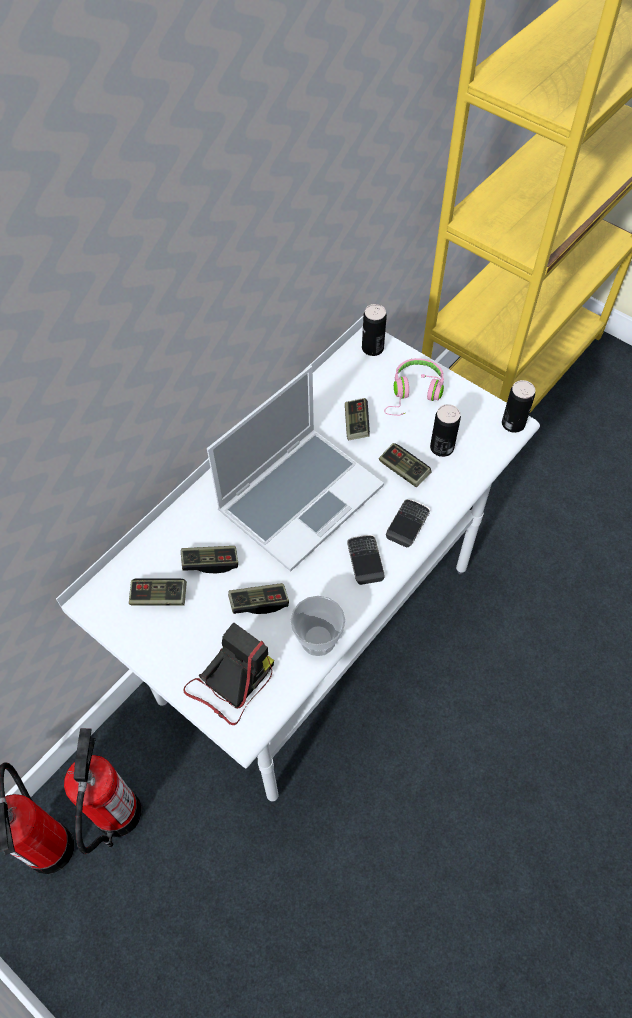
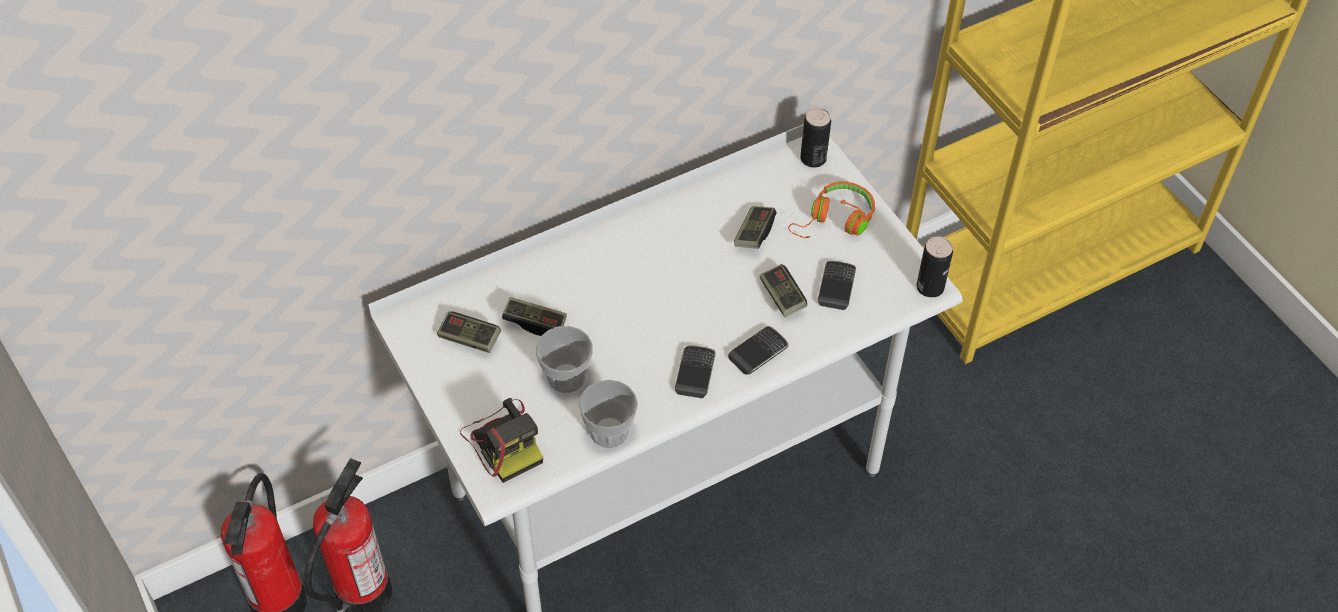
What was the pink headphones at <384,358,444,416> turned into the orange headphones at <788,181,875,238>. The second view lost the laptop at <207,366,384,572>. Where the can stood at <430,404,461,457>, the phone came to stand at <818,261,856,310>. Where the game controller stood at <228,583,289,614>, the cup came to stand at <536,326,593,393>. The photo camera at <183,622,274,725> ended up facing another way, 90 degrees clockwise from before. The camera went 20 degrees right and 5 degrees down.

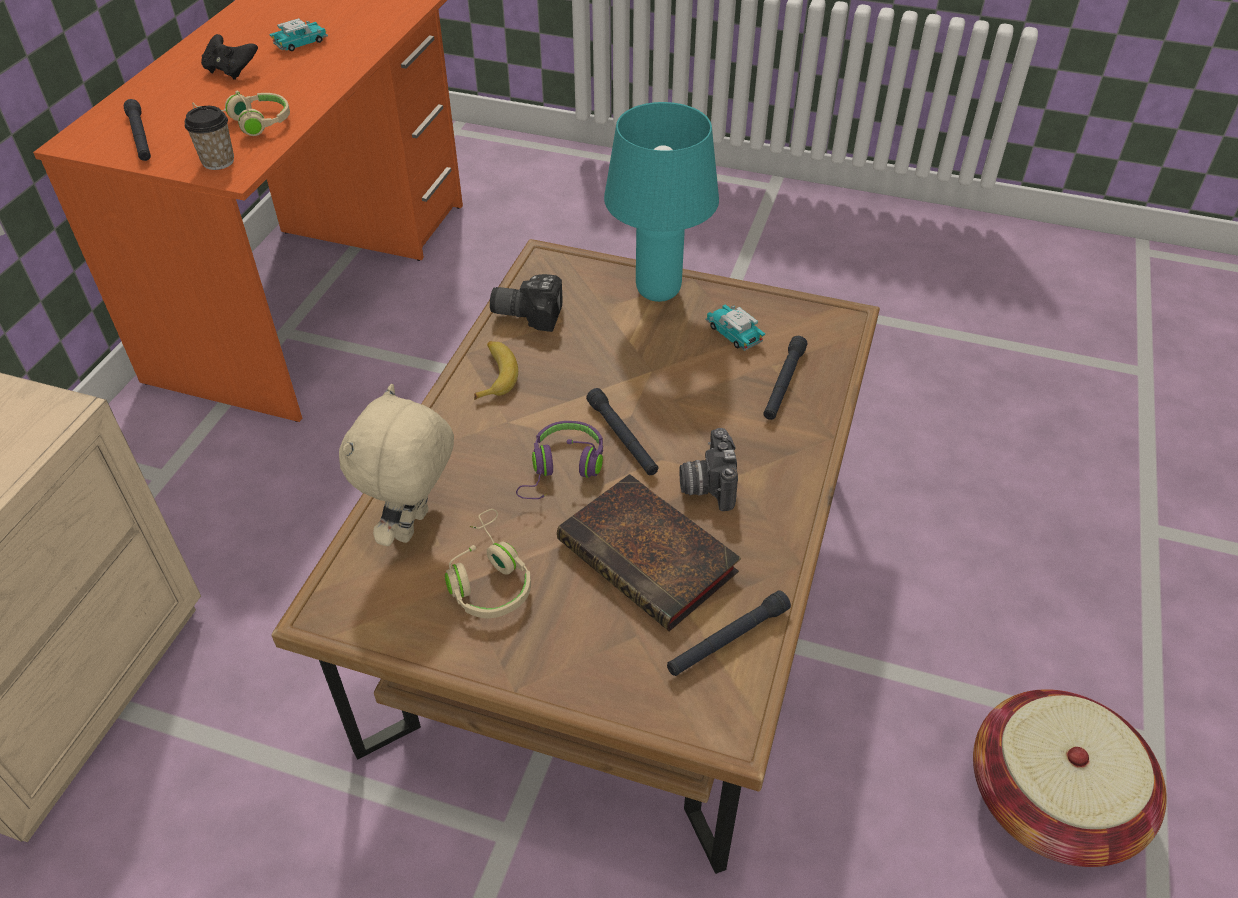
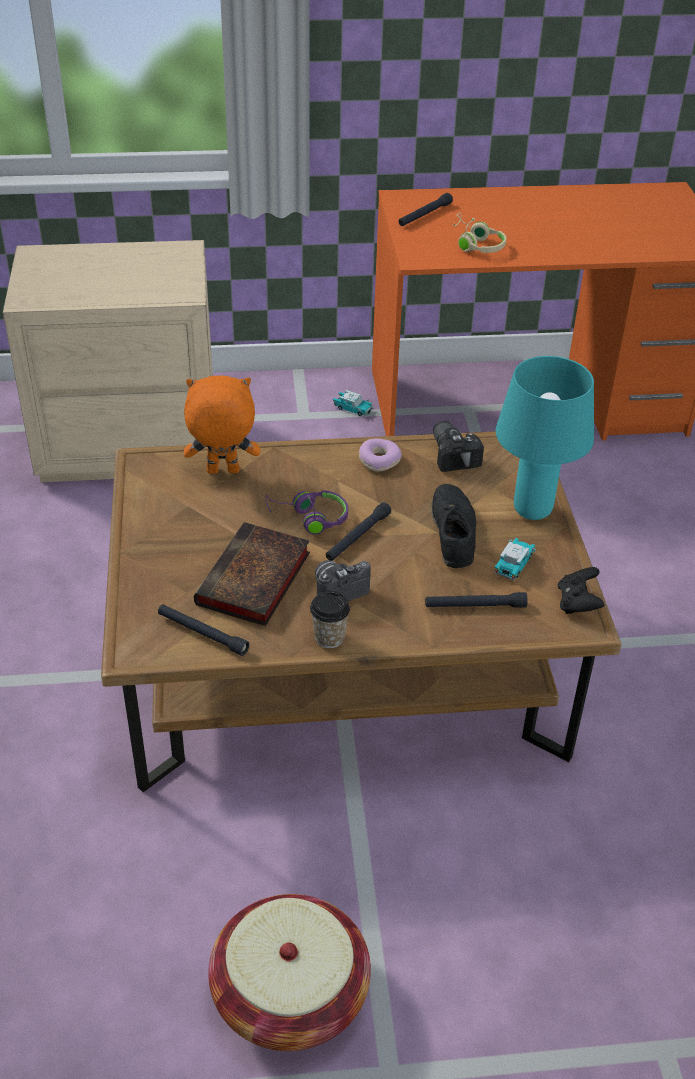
The toy car ended up elsewhere, having gone from <269,18,328,51> to <333,390,373,416>. The black game controller ended up elsewhere, having gone from <201,34,258,80> to <558,567,604,614>. The cup ended up elsewhere, having gone from <185,106,234,170> to <310,591,350,648>. Where the banana stood at <474,341,518,400>, the donut came to stand at <358,439,402,472>. What was the beige plush toy at <339,384,454,546> turned into the orange plush toy at <184,376,260,474>. The second view lost the beige headphones at <445,509,531,618>. The second view gained the black shoe at <431,484,477,568>. The camera went 65 degrees right and 5 degrees down.

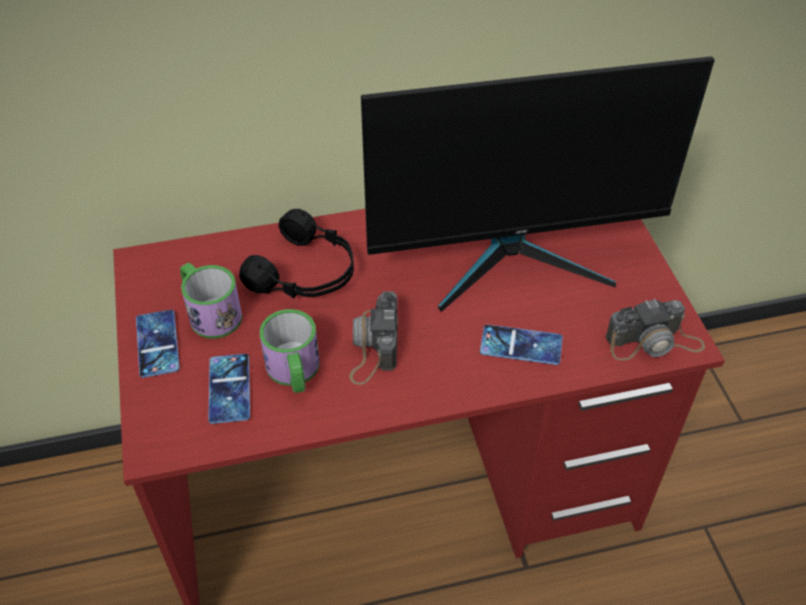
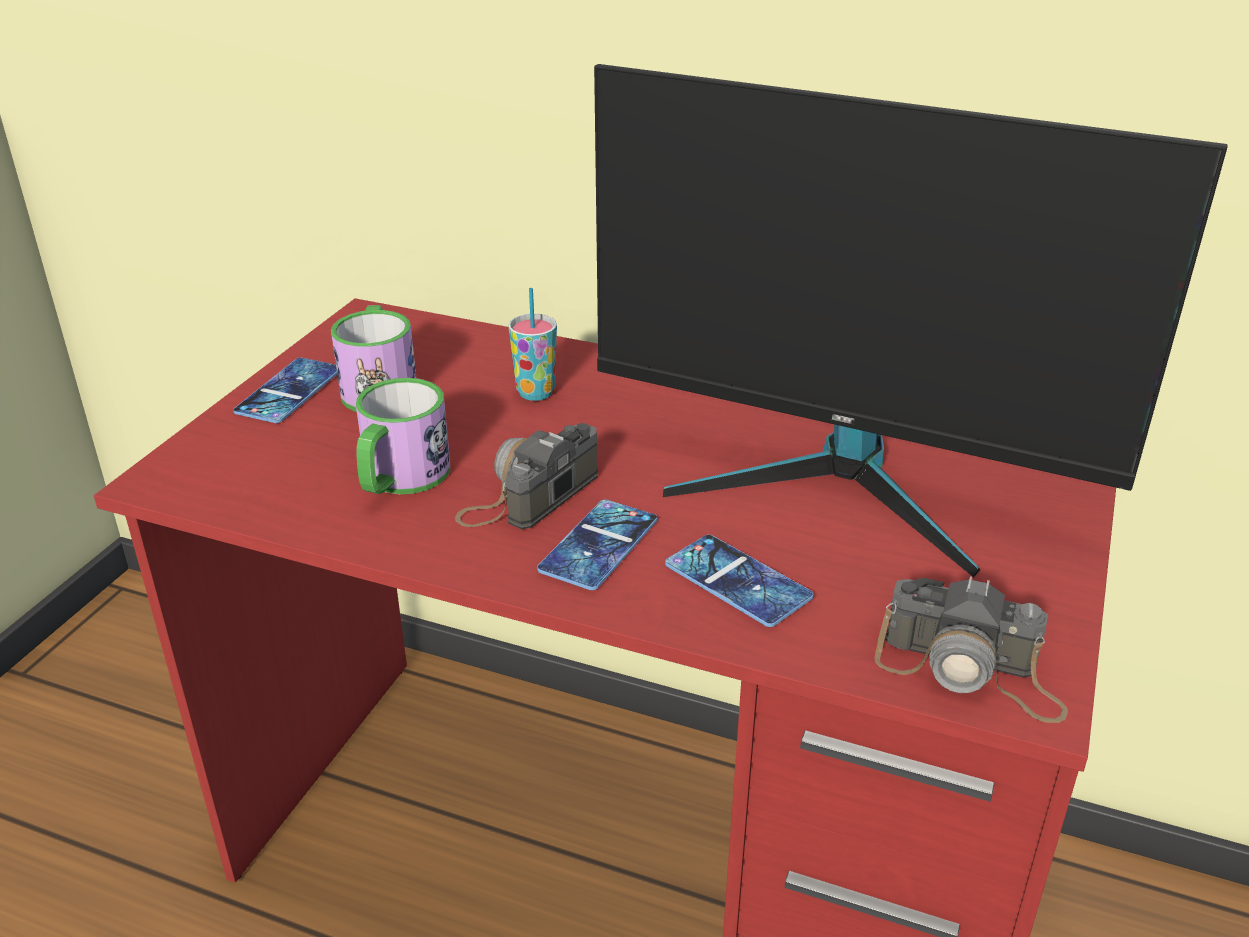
Where the black headphones stood at <239,209,354,299>, the cup came to stand at <508,288,557,401>. The phone ended up elsewhere, having gone from <208,354,250,424> to <537,500,657,590>. The camera went 35 degrees right and 15 degrees down.

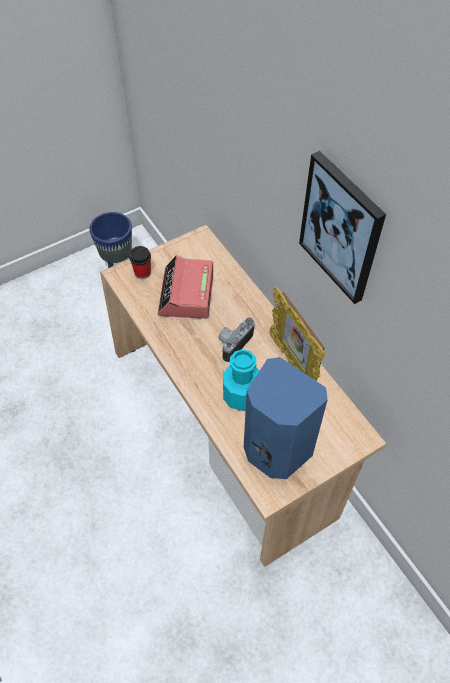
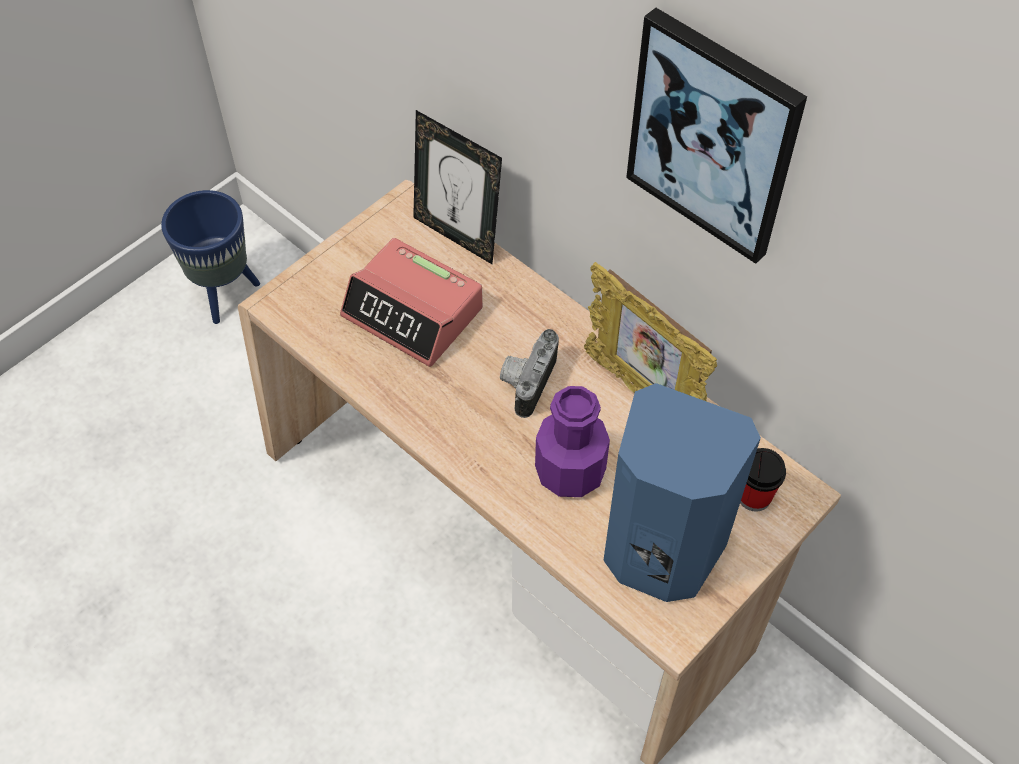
The cup ended up elsewhere, having gone from <129,246,151,279> to <740,448,786,512>. The alarm clock at <158,255,213,319> ended up facing another way, 45 degrees counterclockwise from before. What was the turquoise bottle at <223,349,259,411> turned into the purple bottle at <535,386,610,497>. The second view gained the picture frame at <413,110,502,264>. The camera went 15 degrees left and 0 degrees up.

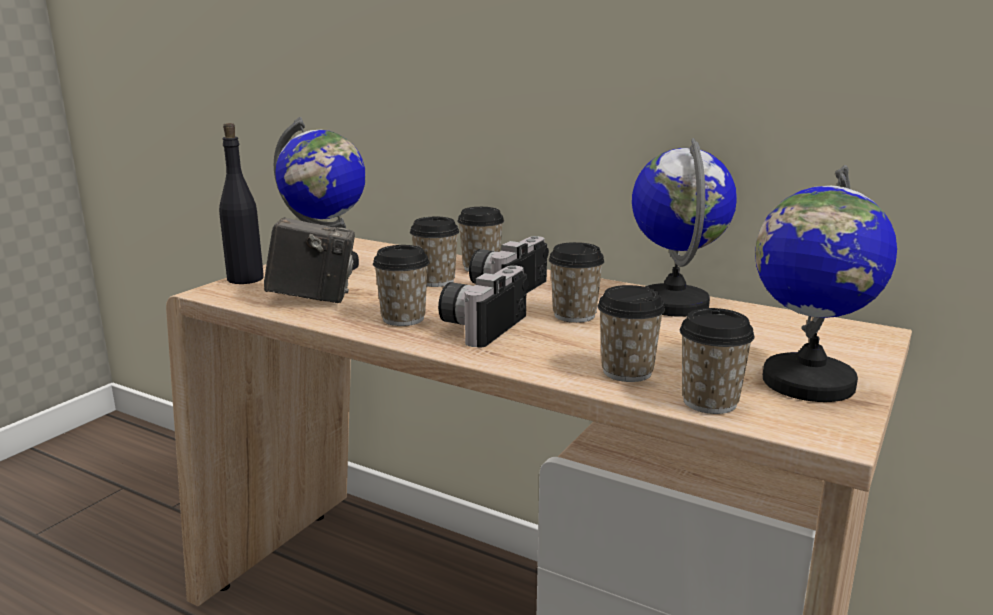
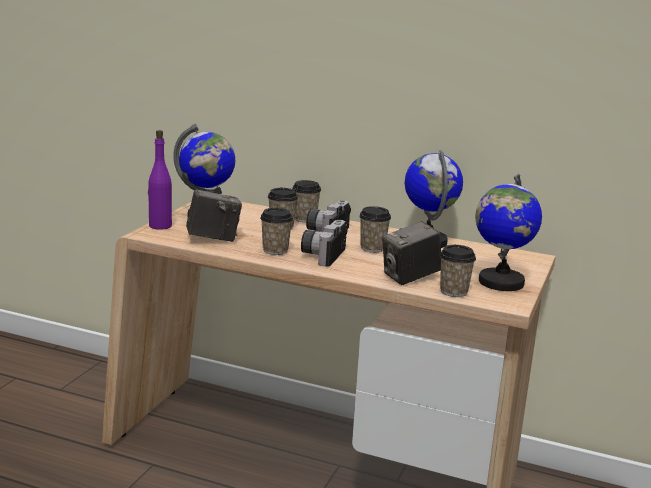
What was the black bottle at <219,123,264,284> turned into the purple bottle at <148,130,172,230>. Where the cup stood at <597,285,665,382>, the photo camera came to stand at <382,221,441,285>. The camera went 10 degrees left and 0 degrees up.

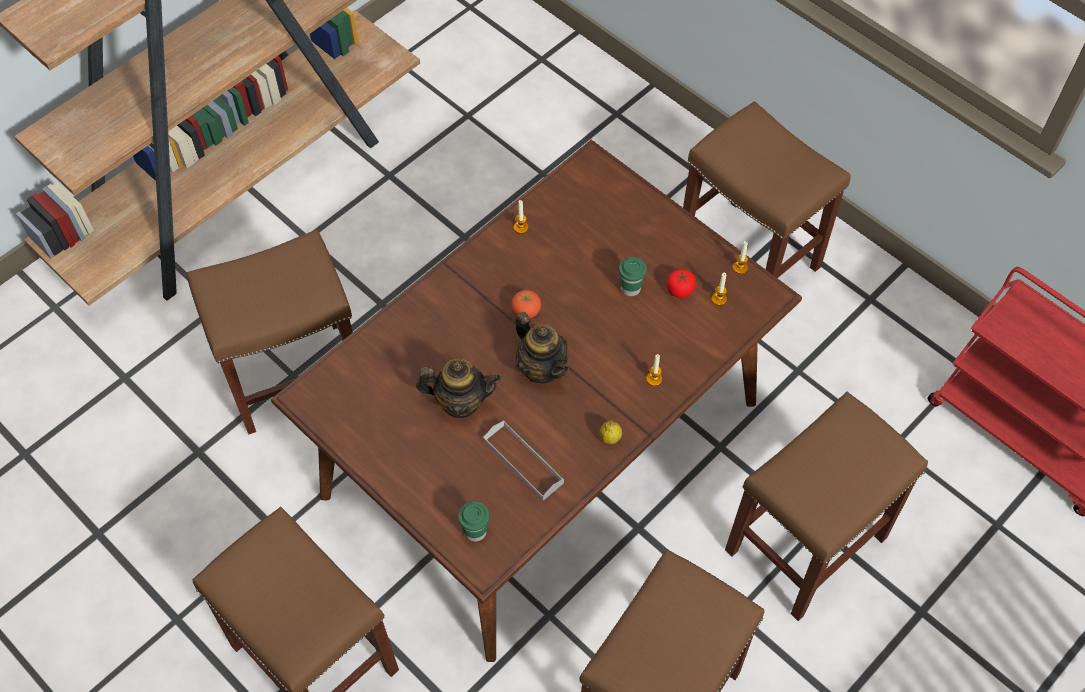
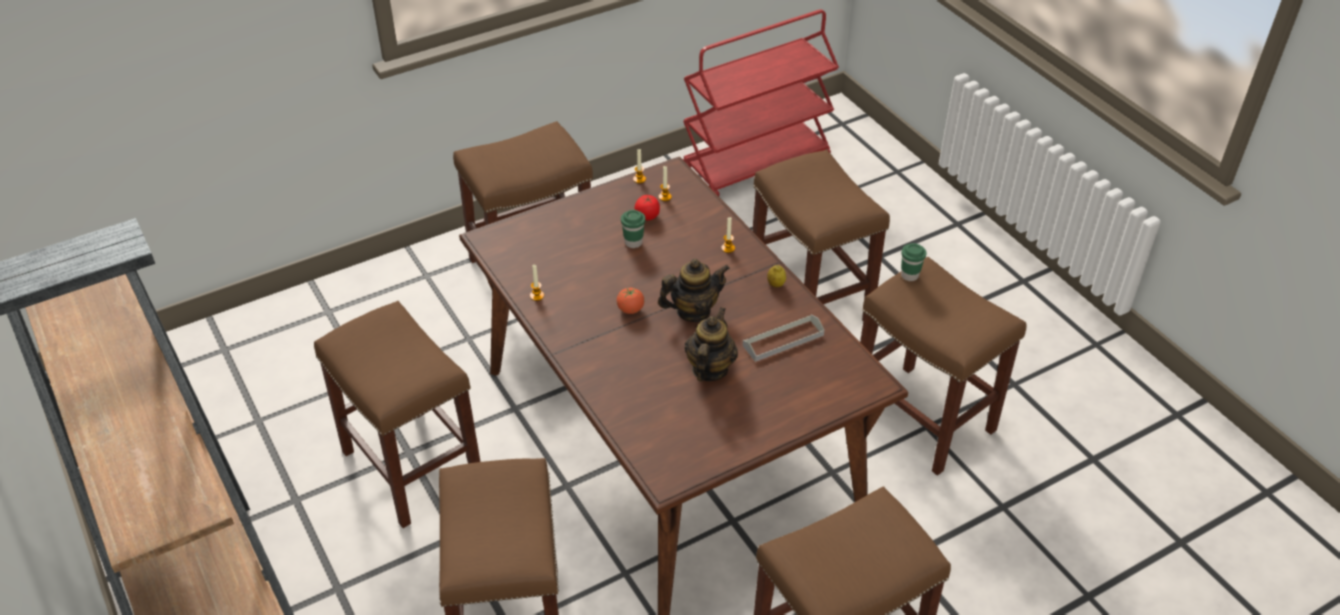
The green cup ended up elsewhere, having gone from <458,501,489,542> to <901,243,926,281>. The second view gained the brown stool at <314,301,481,528>. The camera went 75 degrees left and 15 degrees down.

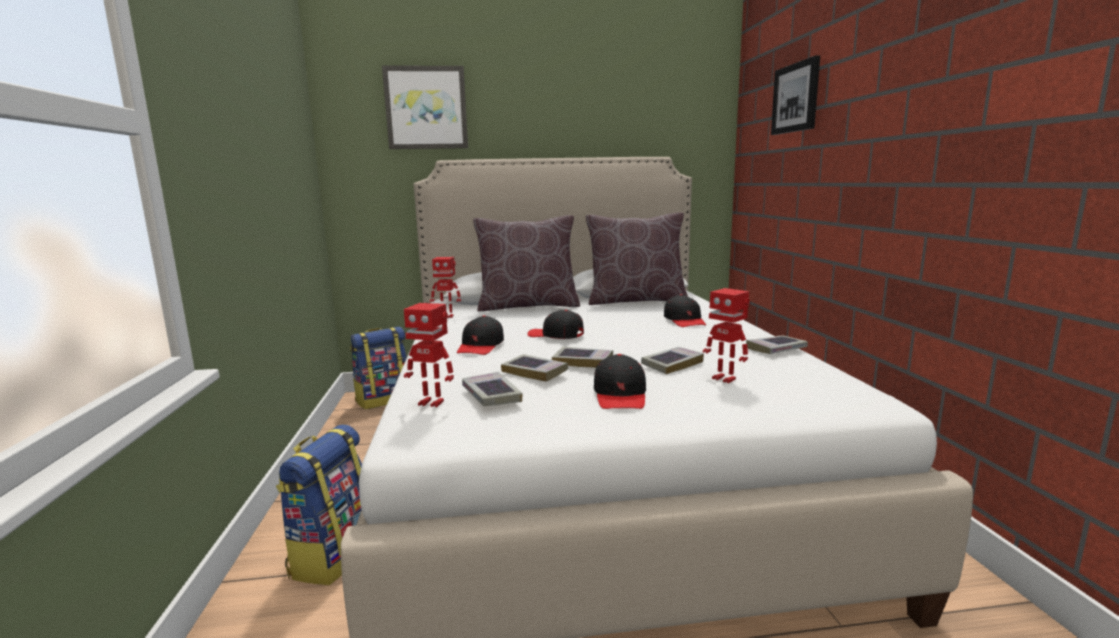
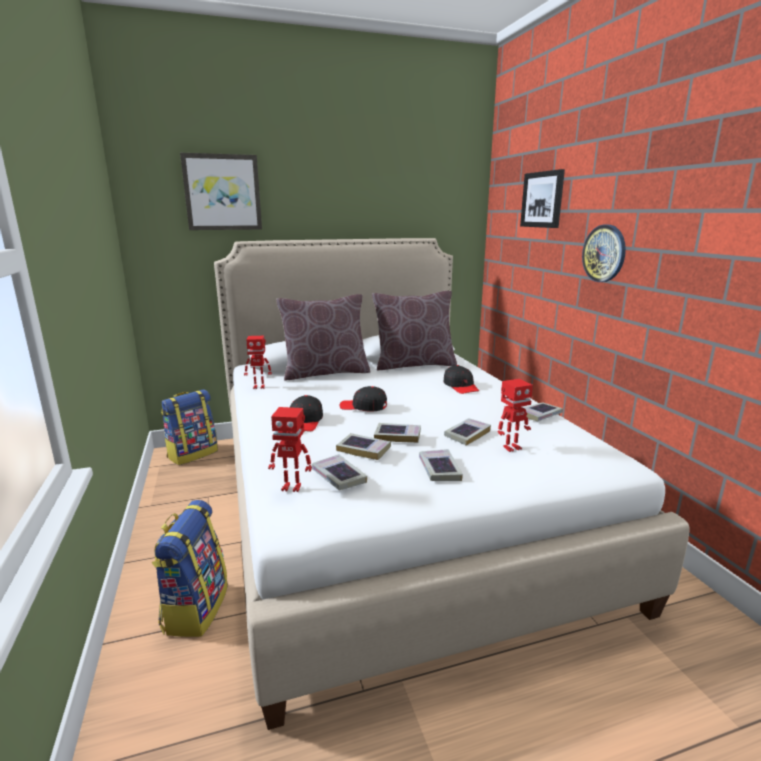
The toy robot at <703,288,750,383> ended up facing another way, 60 degrees counterclockwise from before. Where the black cap stood at <594,354,646,409>, the book came to stand at <419,449,463,481>. The second view gained the wall clock at <582,225,626,282>. The camera went 10 degrees left and 5 degrees up.

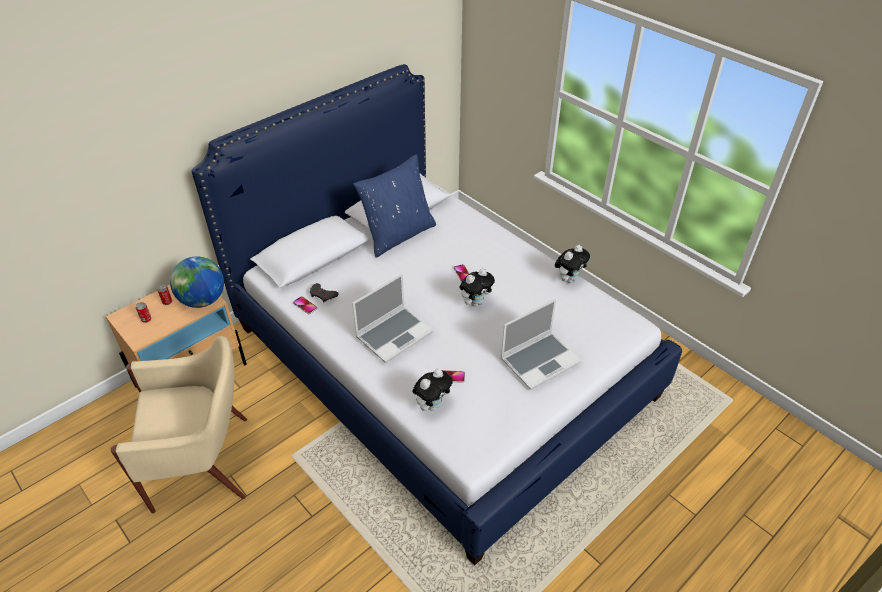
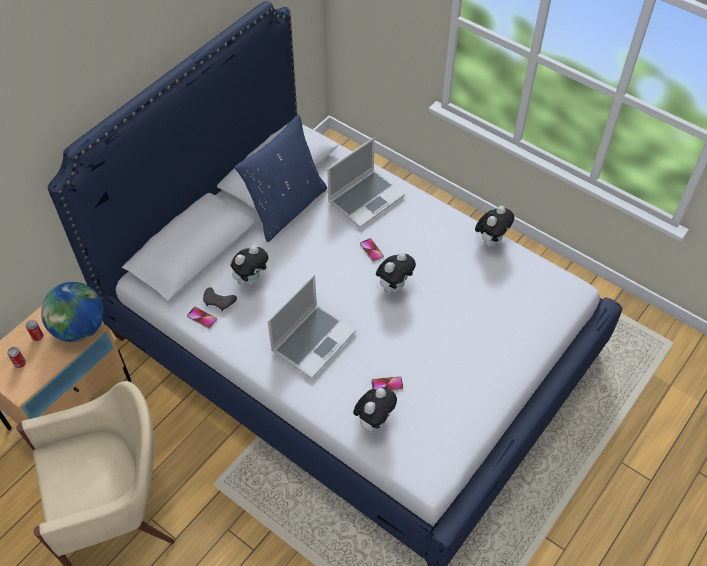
The laptop ended up elsewhere, having gone from <501,299,581,390> to <327,137,405,228>. The second view gained the plush toy at <230,245,269,285>. The camera went 10 degrees left and 10 degrees up.

